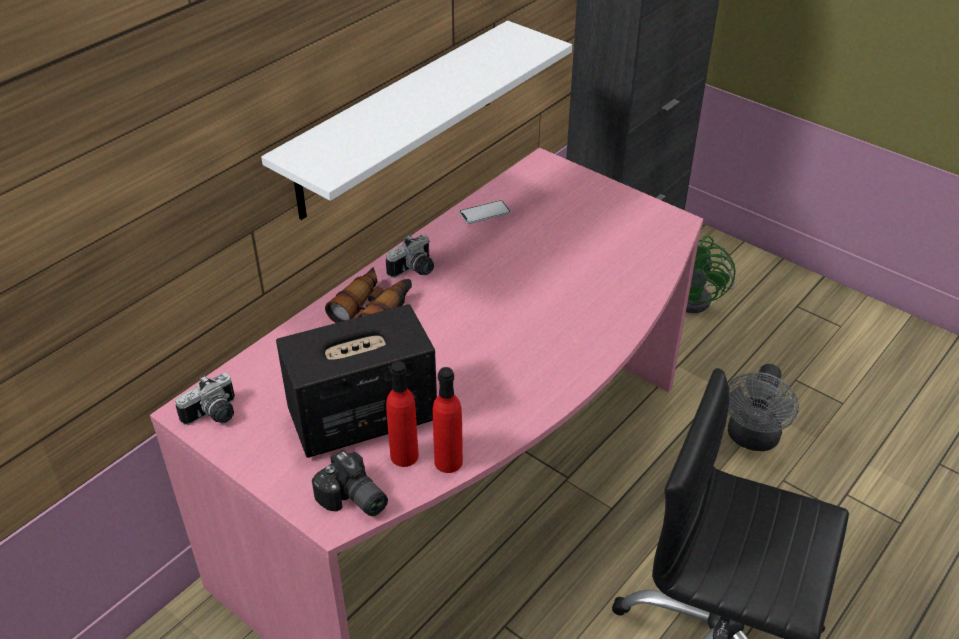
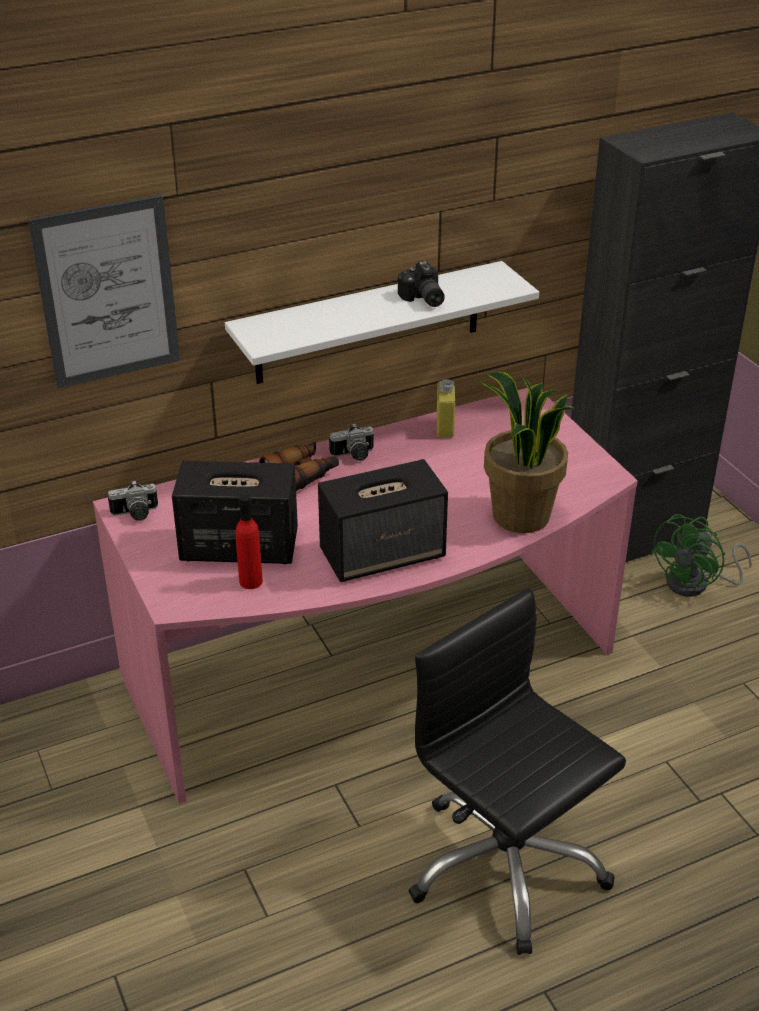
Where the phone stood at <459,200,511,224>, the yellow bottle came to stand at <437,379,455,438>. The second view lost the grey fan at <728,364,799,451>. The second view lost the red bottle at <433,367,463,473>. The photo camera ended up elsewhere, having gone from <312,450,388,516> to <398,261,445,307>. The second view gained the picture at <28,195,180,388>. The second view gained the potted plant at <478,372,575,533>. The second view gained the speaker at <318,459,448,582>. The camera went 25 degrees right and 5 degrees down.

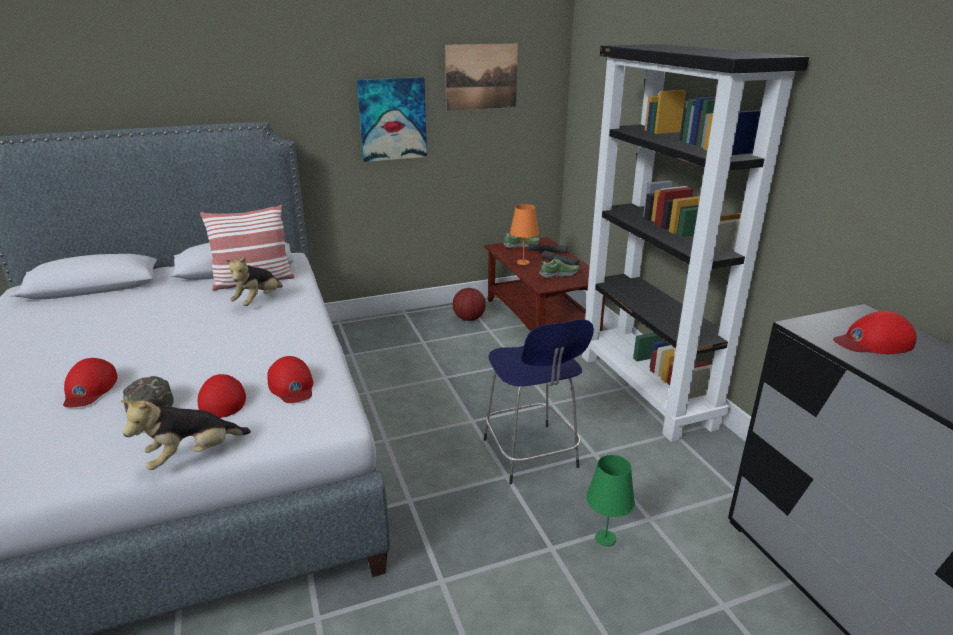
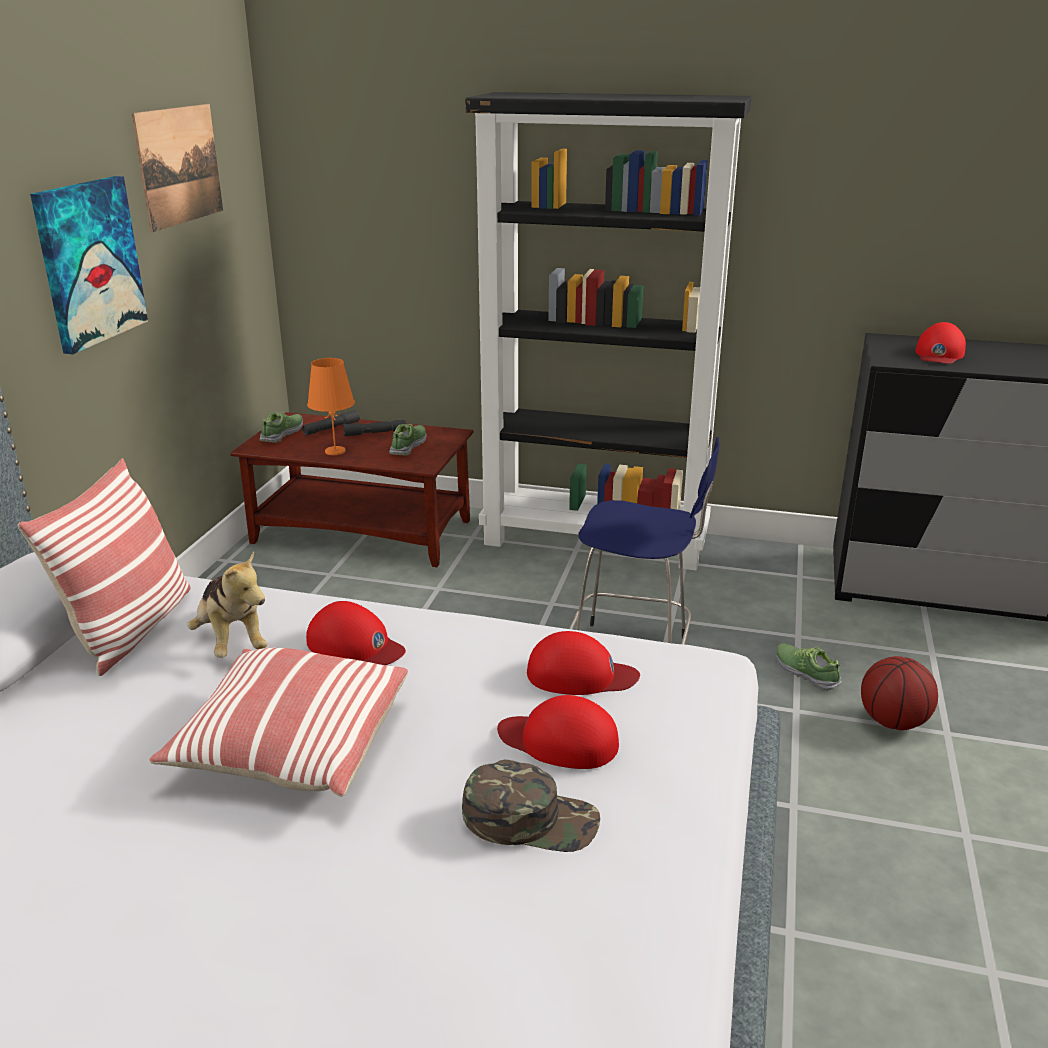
The basketball ended up elsewhere, having gone from <452,288,486,321> to <861,656,938,730>. The red cap ended up elsewhere, having gone from <63,358,118,408> to <306,601,406,665>. The second view lost the plush toy at <120,400,251,470>. Where the green table lamp stood at <586,455,635,547>, the shoe came to stand at <776,643,841,691>. The second view gained the pillow at <149,648,408,797>. The camera went 55 degrees left and 0 degrees up.

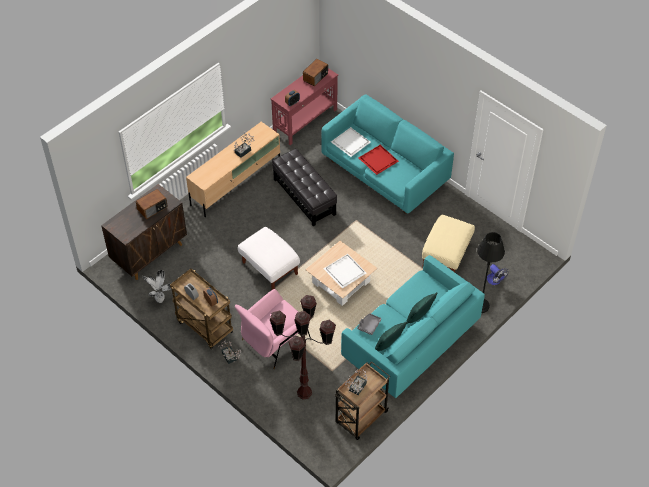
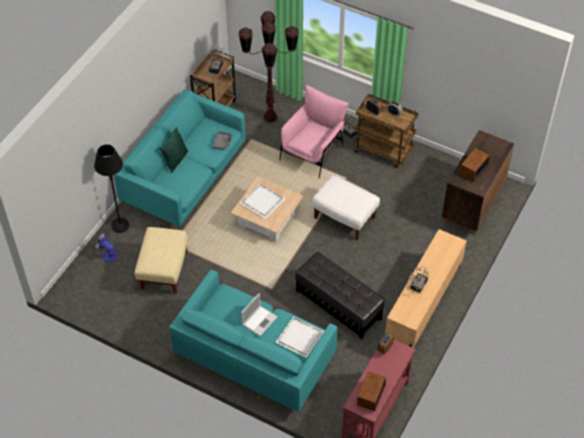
Where the red tray stood at <358,145,399,175>, the laptop came to stand at <241,293,278,336>. The second view lost the potted plant at <142,270,171,303>. The second view lost the green pillow at <375,322,407,351>. The camera went 165 degrees right and 0 degrees up.

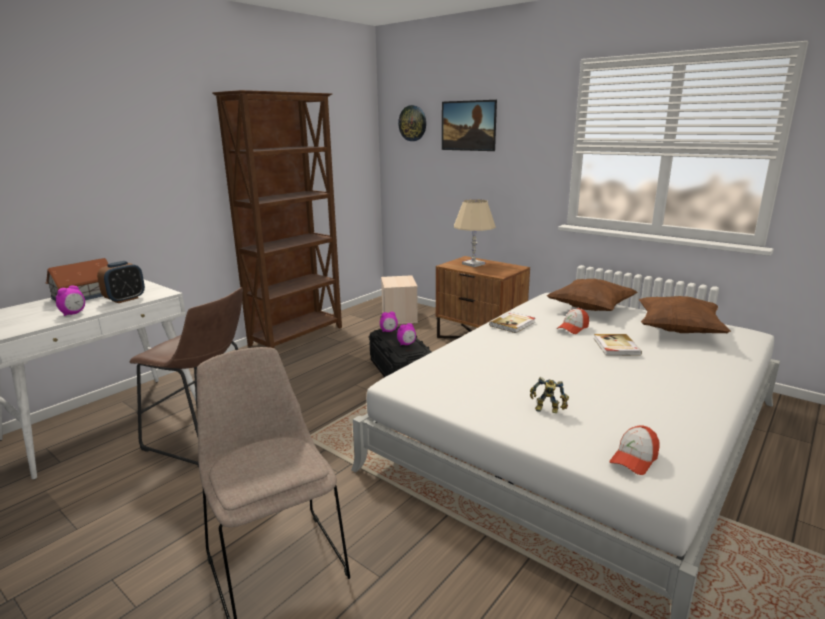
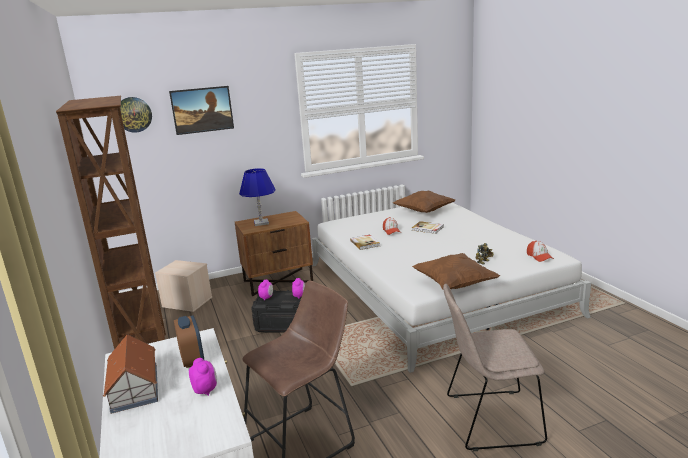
What was the beige table lamp at <454,199,496,267> turned into the blue table lamp at <239,168,276,226>. The brown pillow ended up elsewhere, having gone from <547,278,638,311> to <412,253,500,289>. The camera went 60 degrees left and 0 degrees up.

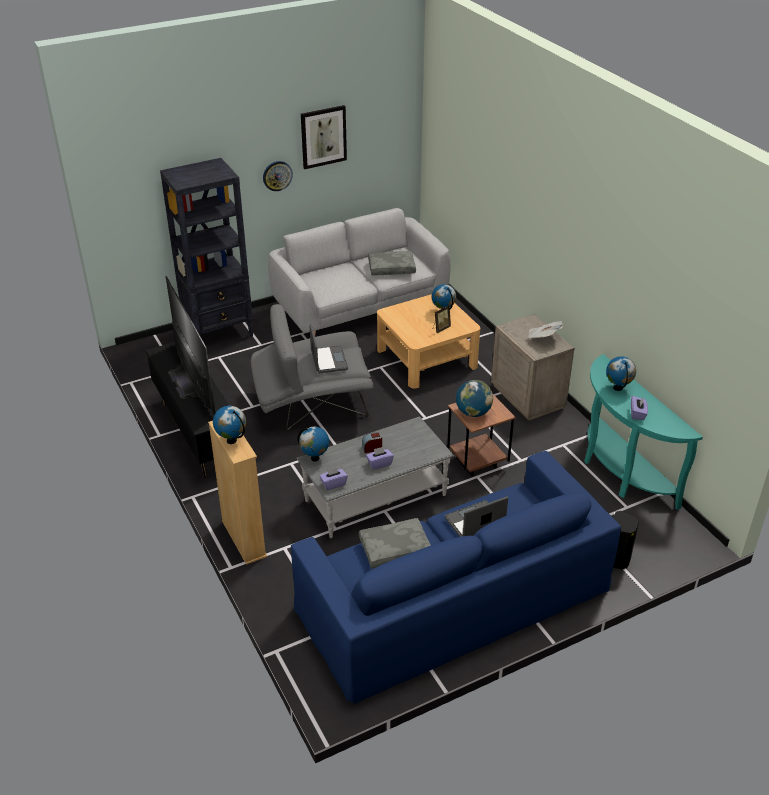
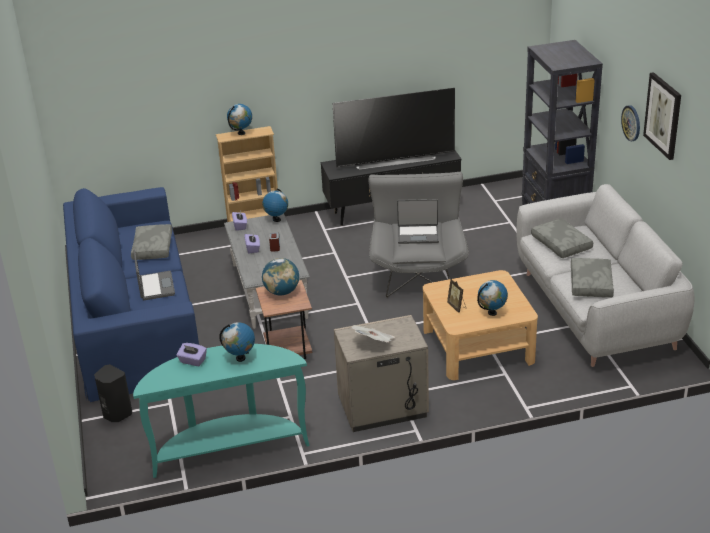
The second view gained the grey pillow at <531,218,593,258>. The camera went 105 degrees right and 5 degrees down.

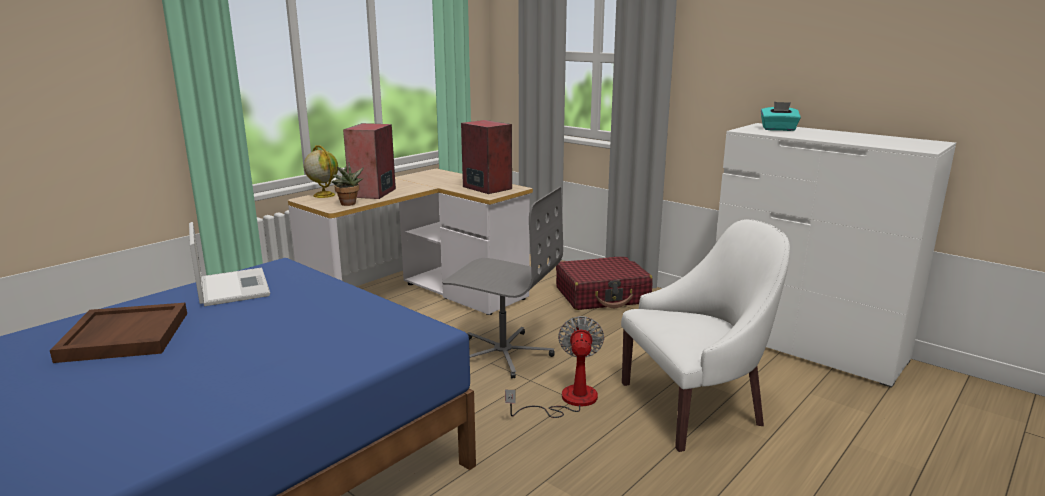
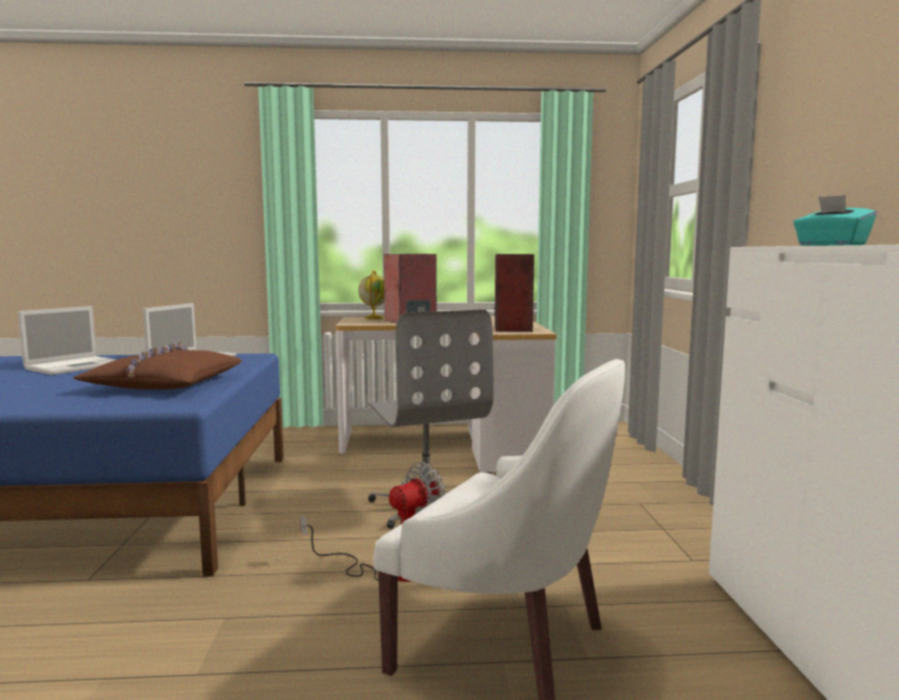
The second view lost the potted plant at <331,163,364,206>. The second view lost the red suitcase at <556,257,653,310>. Where the brown tray stood at <50,303,187,363>, the laptop came to stand at <18,306,117,375>. The second view gained the brown pillow at <73,342,242,390>. The camera went 45 degrees right and 10 degrees down.

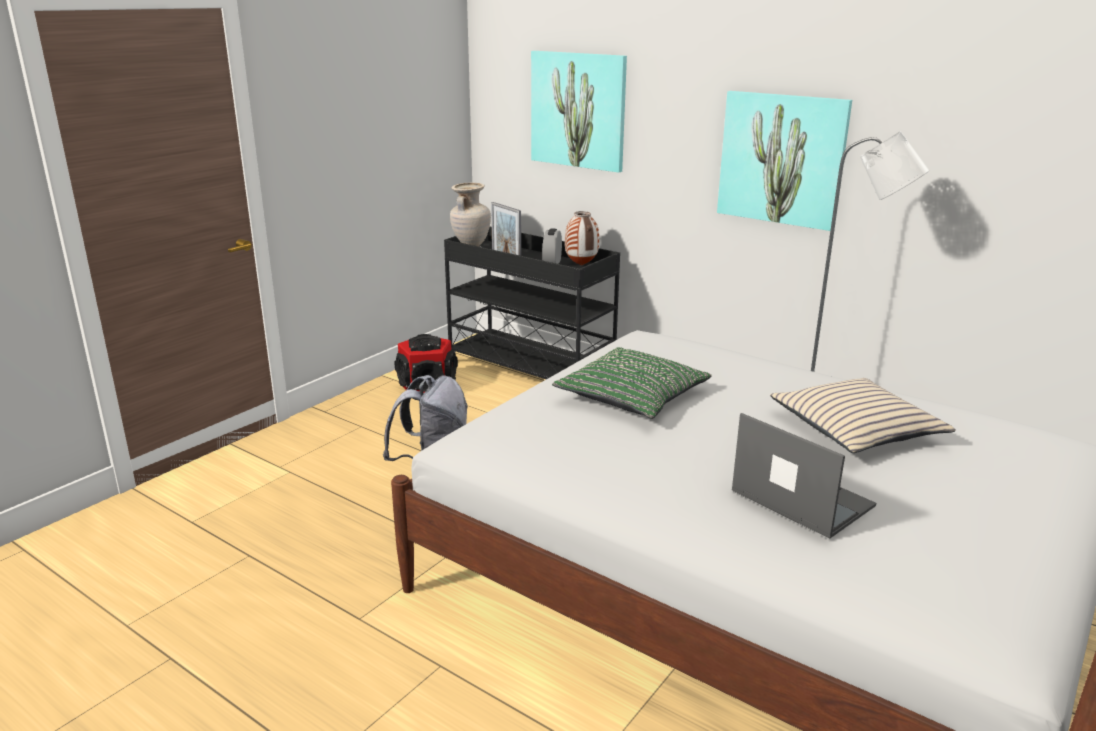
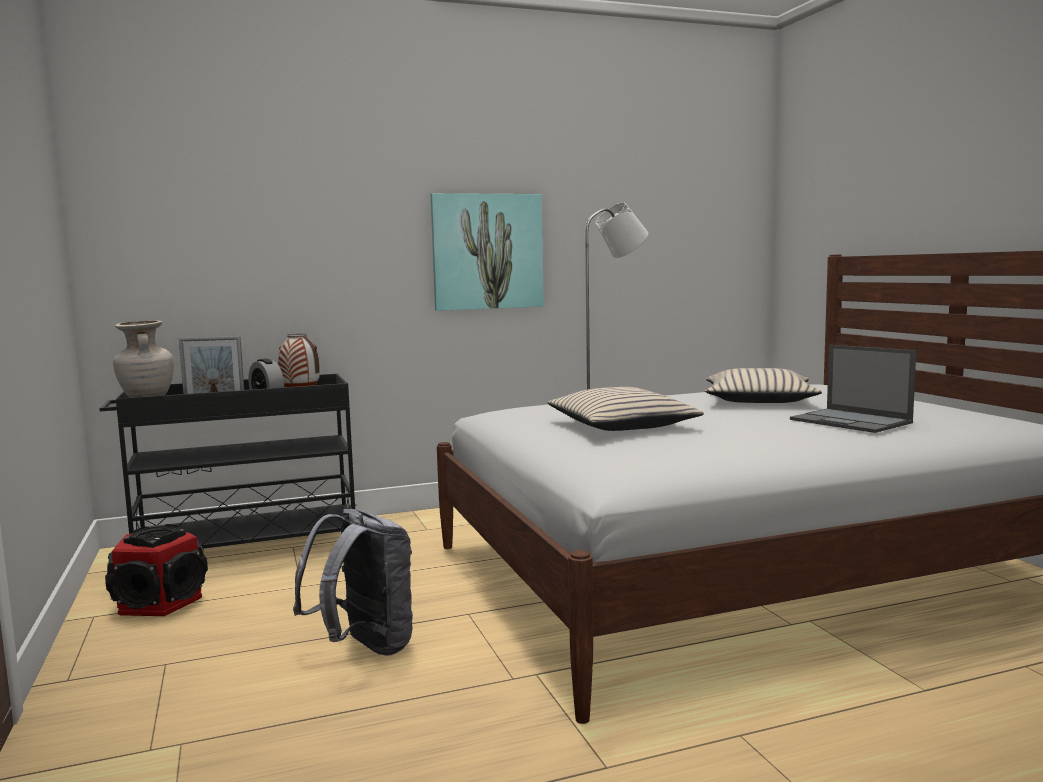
The second view lost the picture at <531,51,627,173>. What was the green pillow at <552,347,711,419> turned into the beige pillow at <548,387,704,431>. The laptop at <732,413,876,539> ended up facing another way, 120 degrees counterclockwise from before. The camera went 55 degrees left and 15 degrees down.

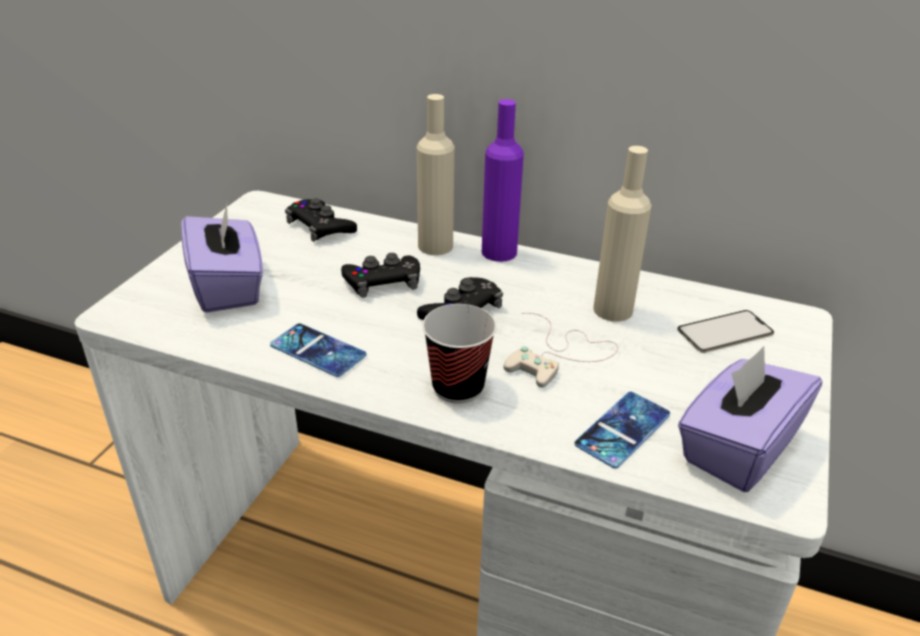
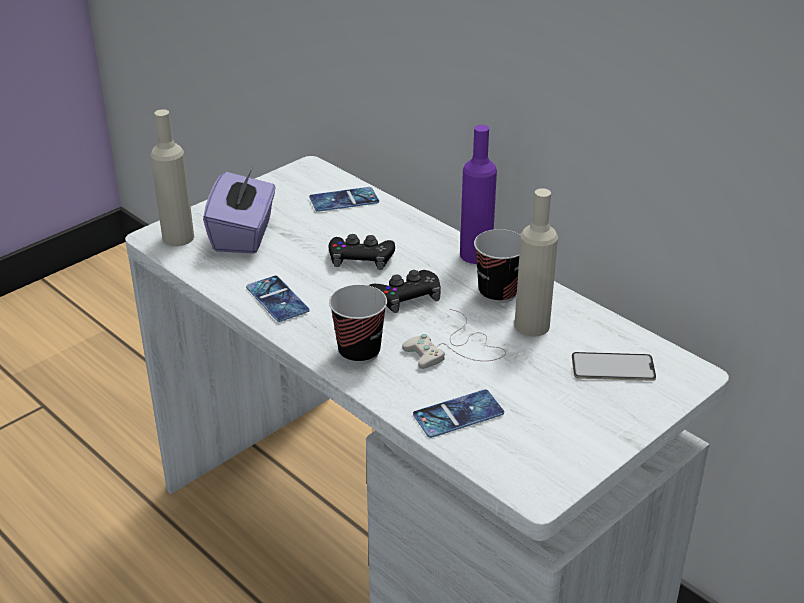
The beige bottle ended up elsewhere, having gone from <417,94,454,255> to <151,109,194,246>. Where the black game controller stood at <285,198,357,242>, the phone came to stand at <309,187,379,212>. The second view lost the purple tissue box at <678,346,822,492>. The second view gained the cup at <474,229,521,303>. The camera went 25 degrees right and 0 degrees up.

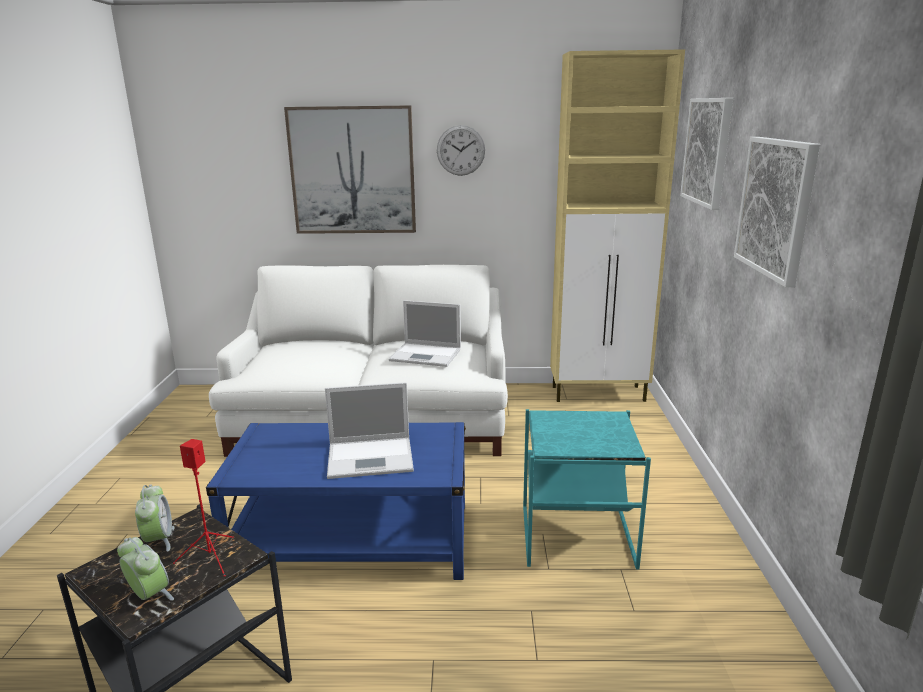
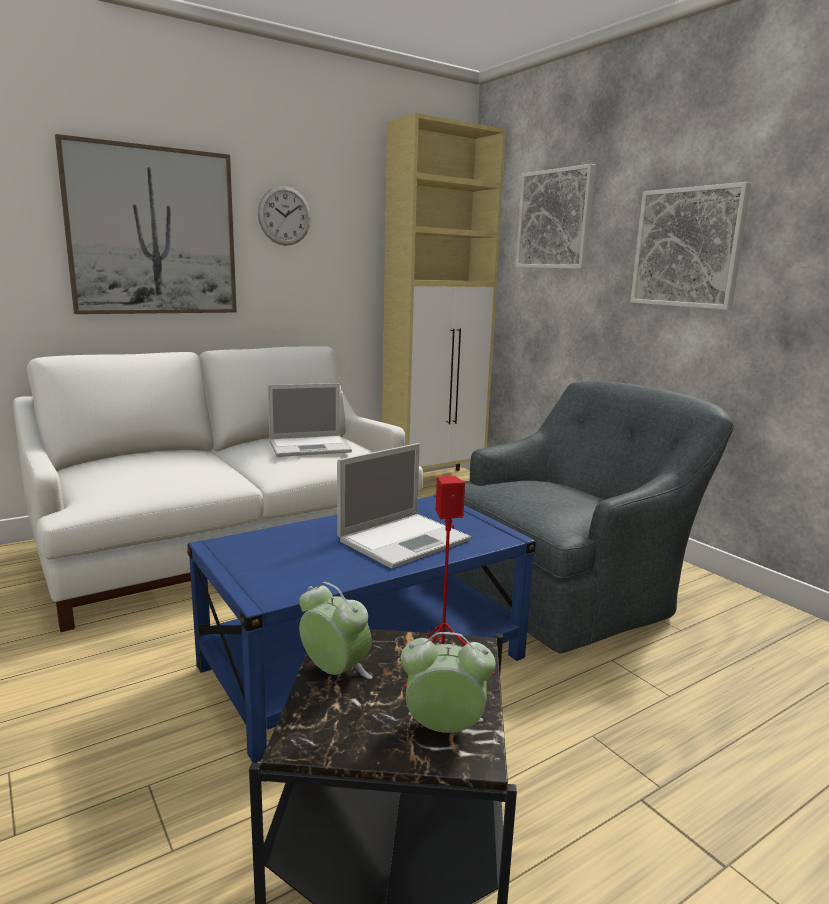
Where the turquoise side table stood at <523,409,651,569>, the grey armchair came to stand at <453,380,734,653>. The camera went 35 degrees left and 5 degrees down.

